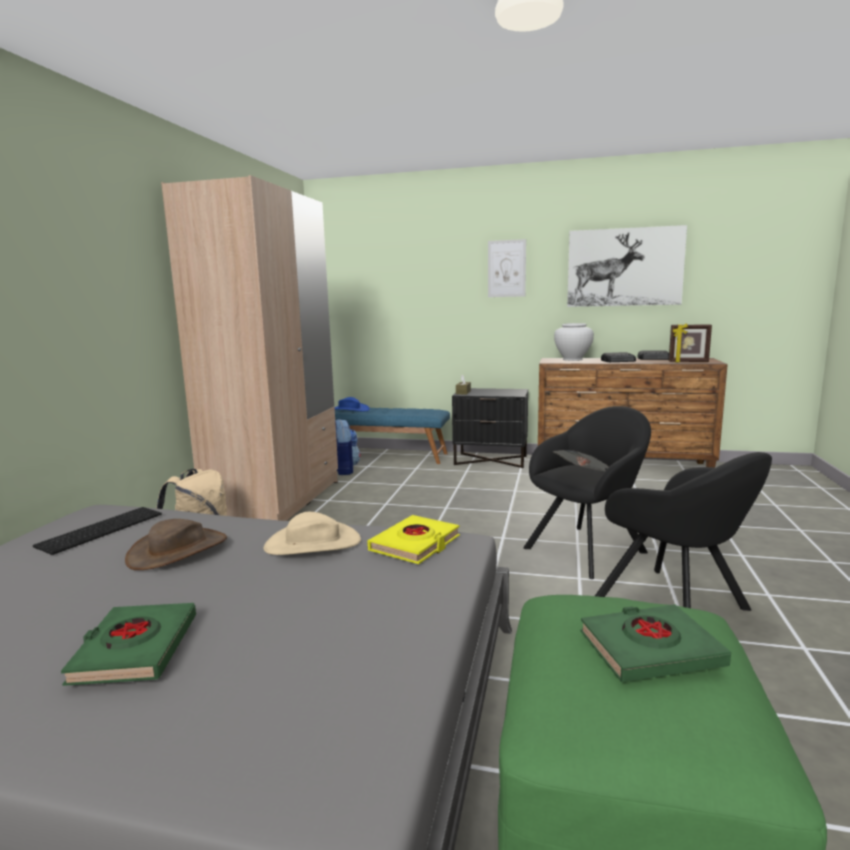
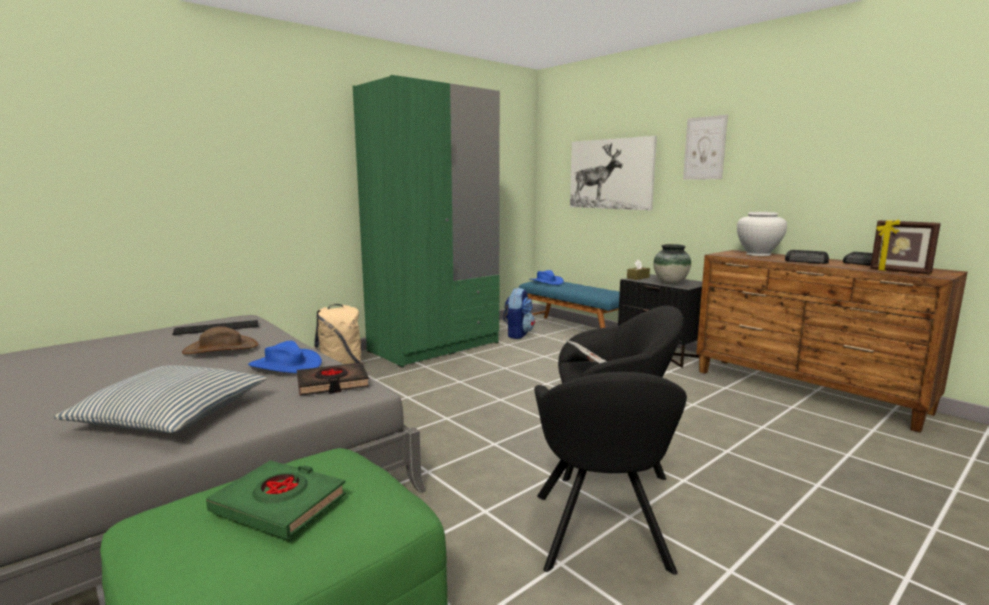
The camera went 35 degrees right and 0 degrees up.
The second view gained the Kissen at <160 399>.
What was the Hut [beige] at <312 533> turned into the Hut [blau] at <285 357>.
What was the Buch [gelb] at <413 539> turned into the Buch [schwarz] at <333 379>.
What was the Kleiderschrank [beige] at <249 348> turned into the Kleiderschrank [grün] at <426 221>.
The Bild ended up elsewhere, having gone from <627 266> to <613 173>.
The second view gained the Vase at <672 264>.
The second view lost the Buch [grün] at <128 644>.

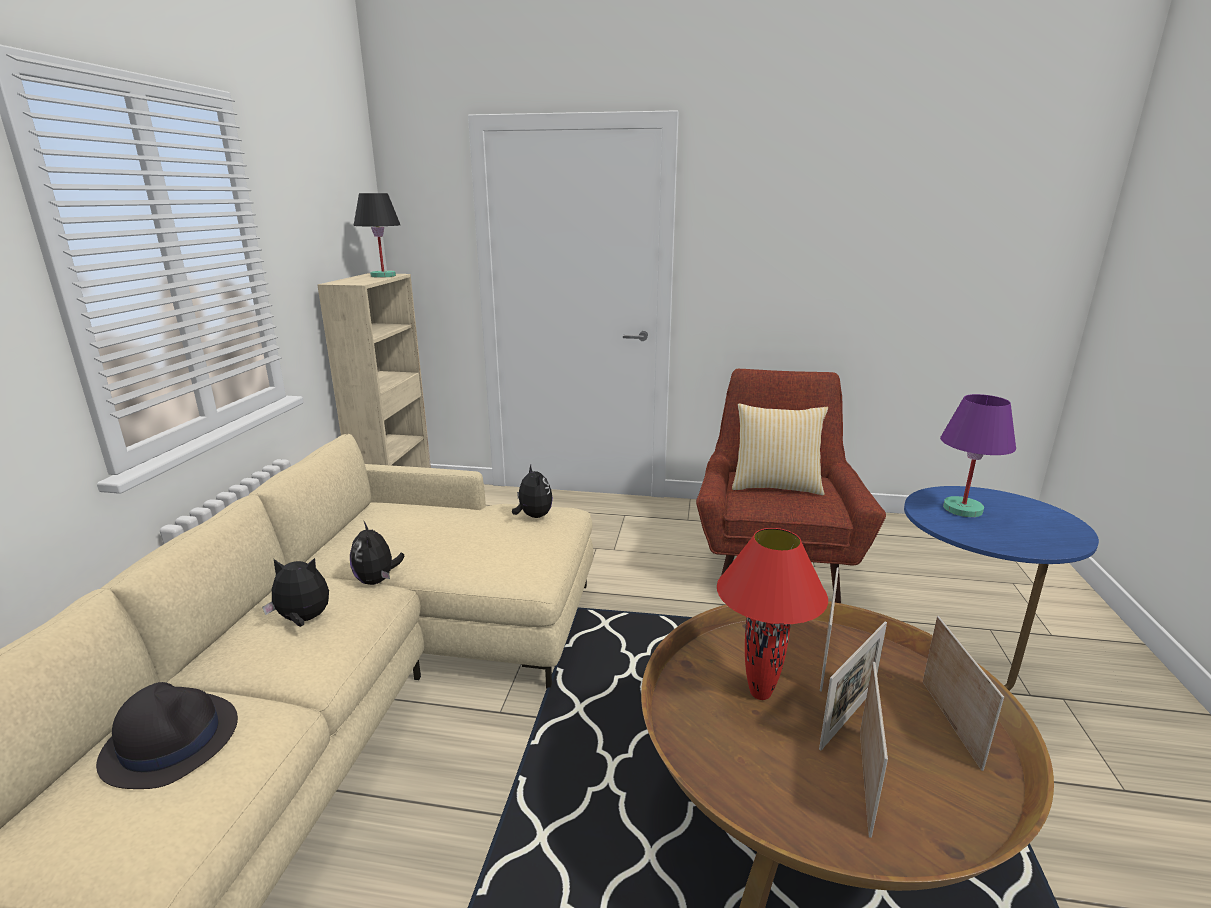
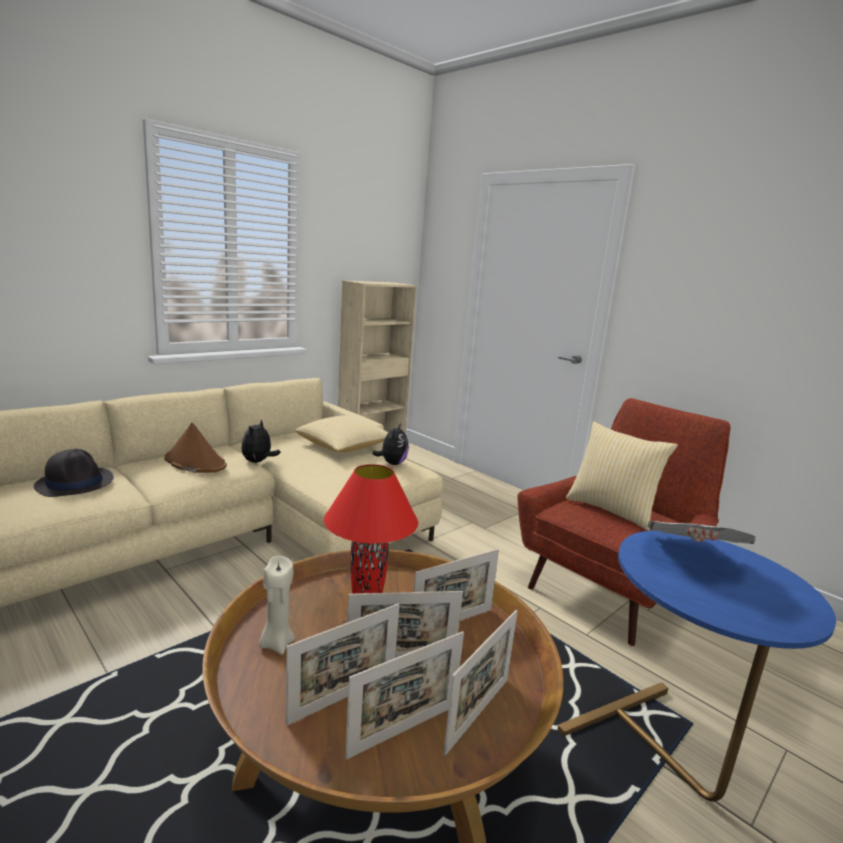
The camera went 35 degrees right and 5 degrees down.
Where the Plüschtier stood at <295 592>, the Hut [braun] came to stand at <195 448>.
The second view gained the Kerze [beige] at <277 605>.
The second view gained the Kissen at <342 433>.
The second view gained the Bilderrahmen at <404 695>.
Where the Tischlampe [lila] stood at <978 455>, the Zeitung came to stand at <701 532>.
The second view lost the Tischlampe [schwarz] at <376 235>.

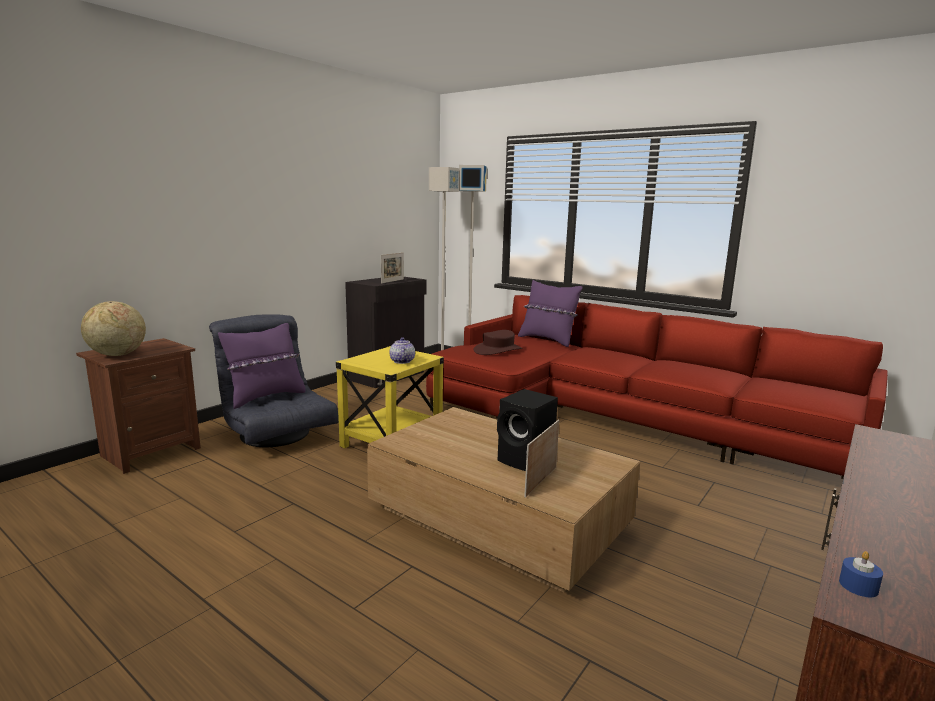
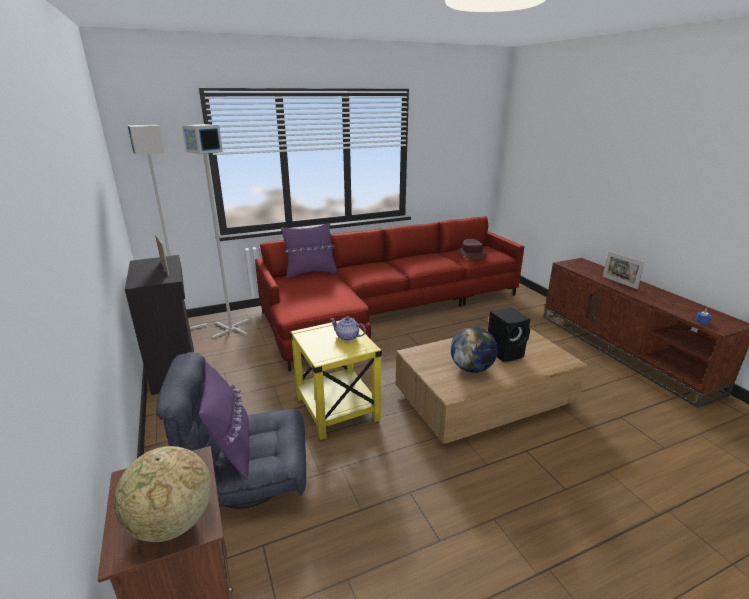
The camera went 60 degrees left and 10 degrees up.
The second view gained the Globus at <474 350>.
The Hut [braun] ended up elsewhere, having gone from <498 342> to <472 249>.
The Bilderrahmen ended up elsewhere, having gone from <541 459> to <623 270>.

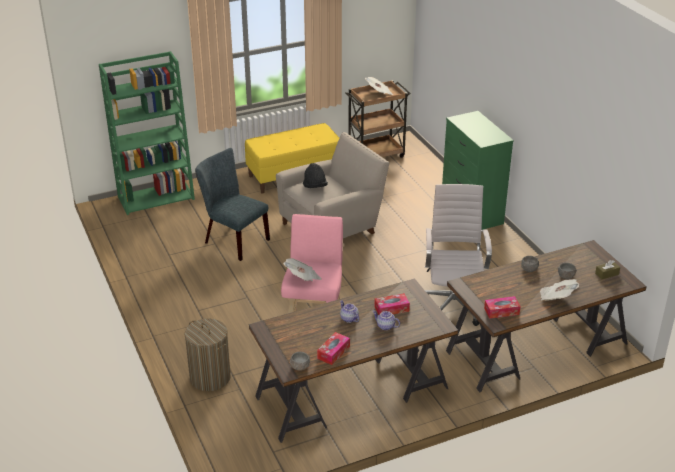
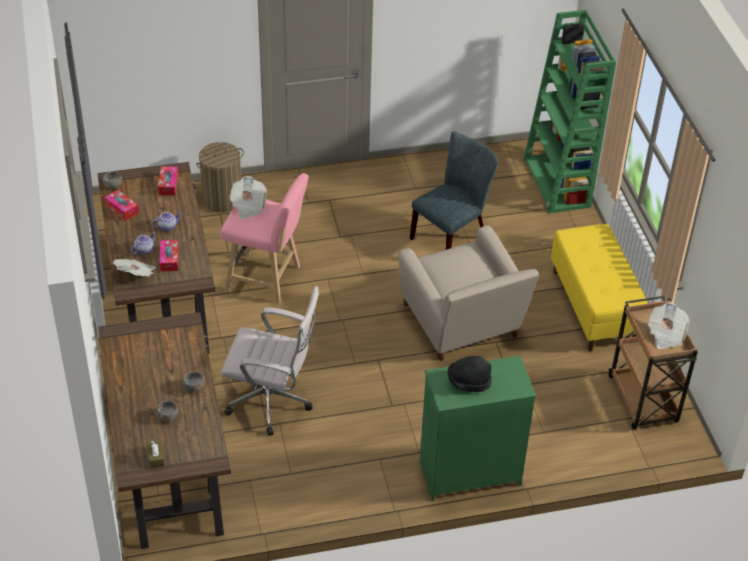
The camera went 100 degrees right and 10 degrees up.
The Zeitung ended up elsewhere, having gone from <559 290> to <134 267>.
The Taschentuchbox ended up elsewhere, having gone from <502 307> to <168 181>.
The Hut [schwarz] ended up elsewhere, having gone from <315 175> to <469 374>.

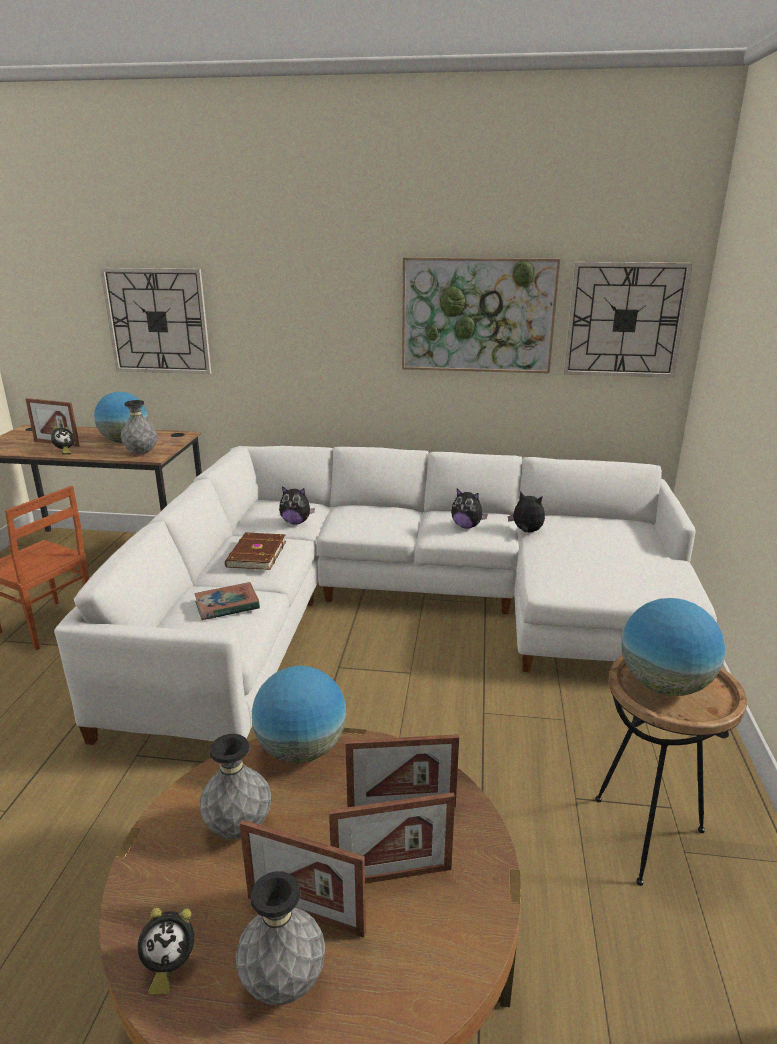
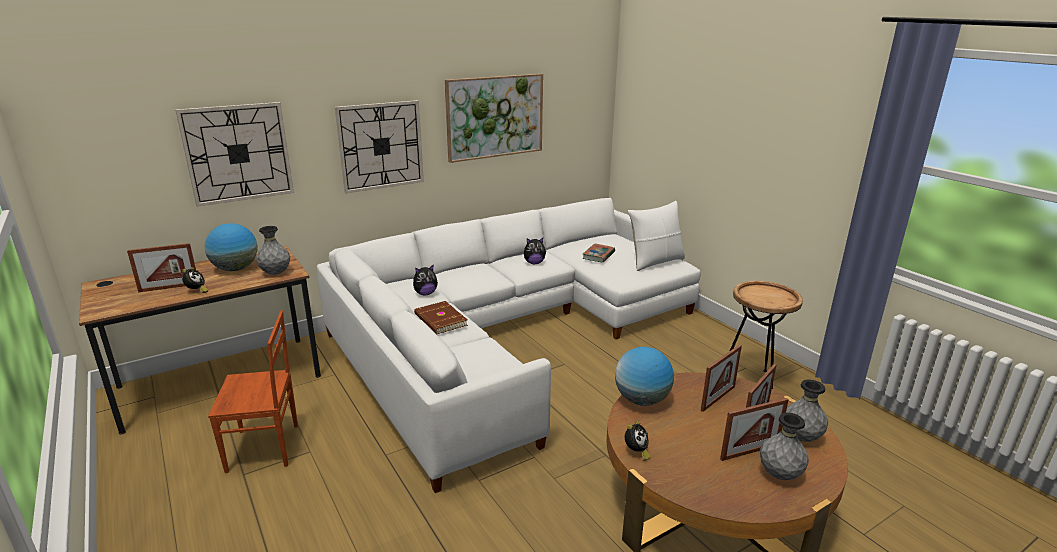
The camera went 40 degrees left and 0 degrees up.
The Wanduhr ended up elsewhere, having gone from <628 320> to <379 146>.
The Buch ended up elsewhere, having gone from <227 601> to <599 253>.
The Wecker ended up elsewhere, having gone from <166 951> to <638 441>.
The second view gained the Kissen [weiß] at <656 236>.
The Vase [grau] ended up elsewhere, having gone from <235 786> to <807 410>.
The second view lost the Plüschtier at <526 511>.
The second view lost the Globus at <673 647>.

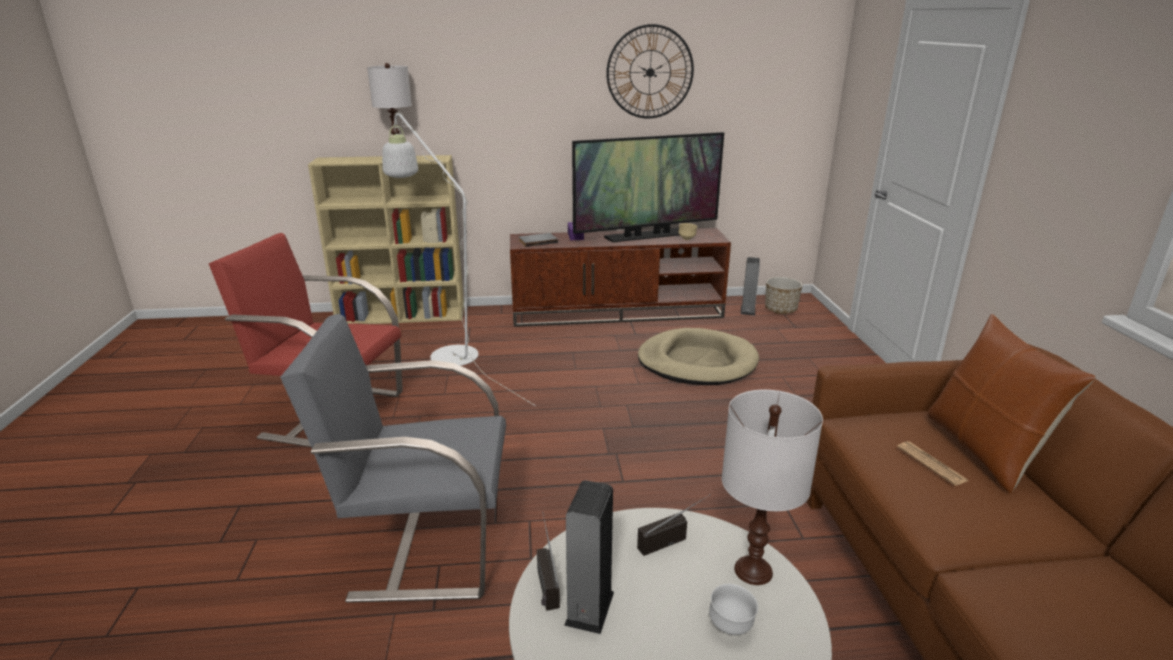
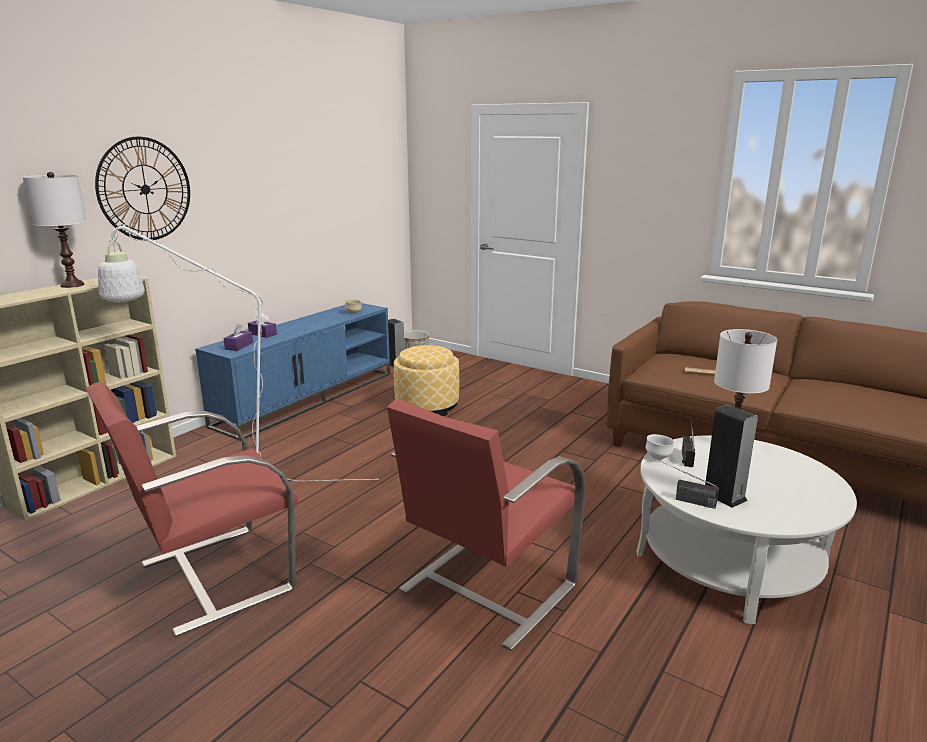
The camera went 50 degrees left and 5 degrees down.
The Wanduhr ended up elsewhere, having gone from <650 71> to <142 188>.
What was the Fernsehschrank [braun] at <620 277> turned into the Fernsehschrank [blau] at <292 372>.
Where the Buch [grau] stood at <538 240>, the Taschentuchbox [lila] came to stand at <238 337>.
What was the Sessel [grau] at <393 458> turned into the Sessel [rot] at <486 525>.
Where the Hundebett [beige] stood at <698 356>, the Polsterhocker came to stand at <426 380>.
The Schüssel [weiß] ended up elsewhere, having gone from <733 609> to <660 447>.
The second view lost the Fernseher at <648 187>.
The second view lost the Kissen [braun] at <1011 403>.

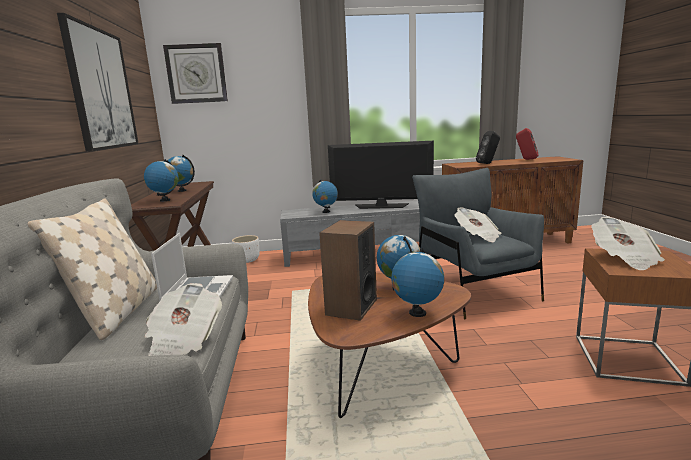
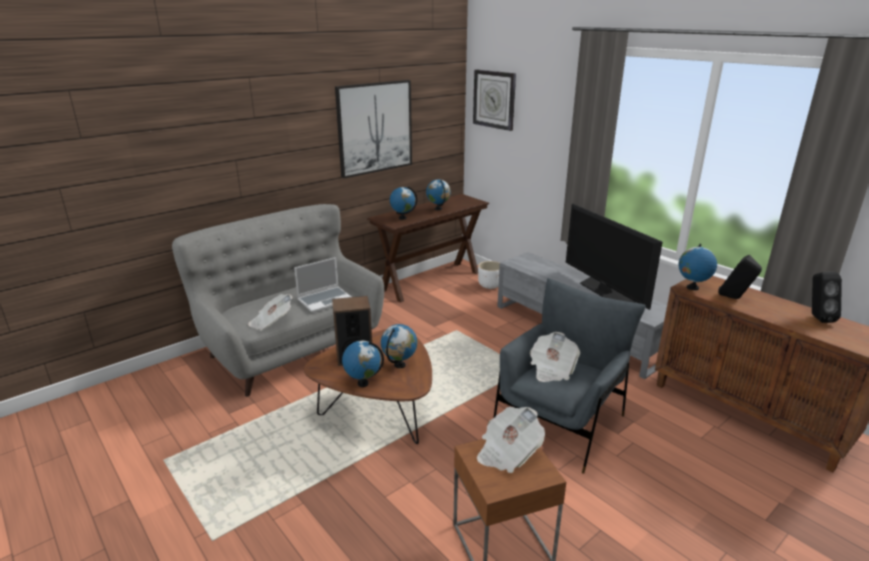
The camera went 55 degrees right and 10 degrees up.
The Globus ended up elsewhere, having gone from <325 196> to <698 267>.
What was the Lautsprecher [rot] at <527 144> turned into the Lautsprecher [schwarz] at <827 297>.
The second view lost the Kissen [beige] at <92 269>.

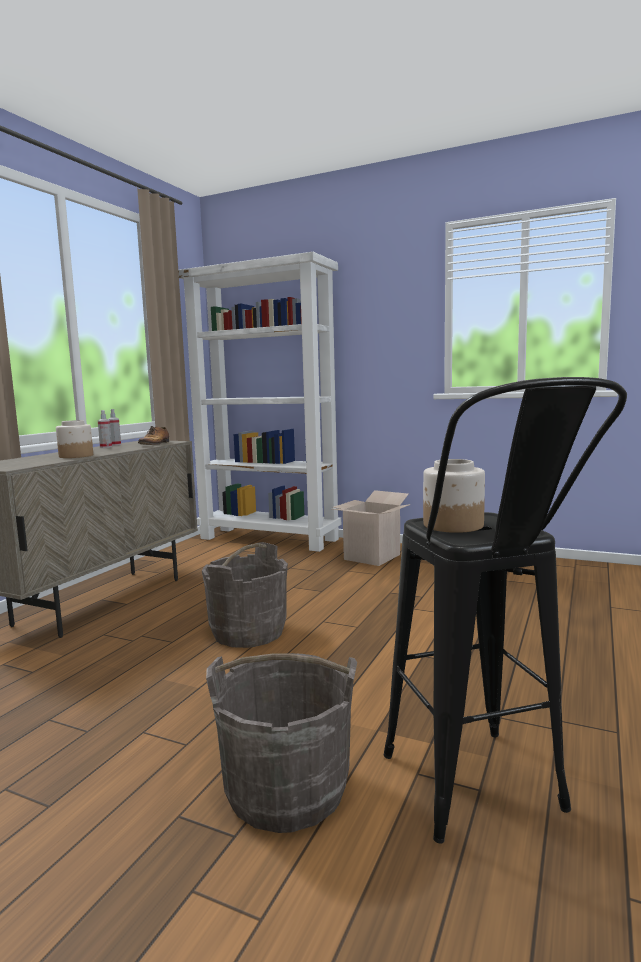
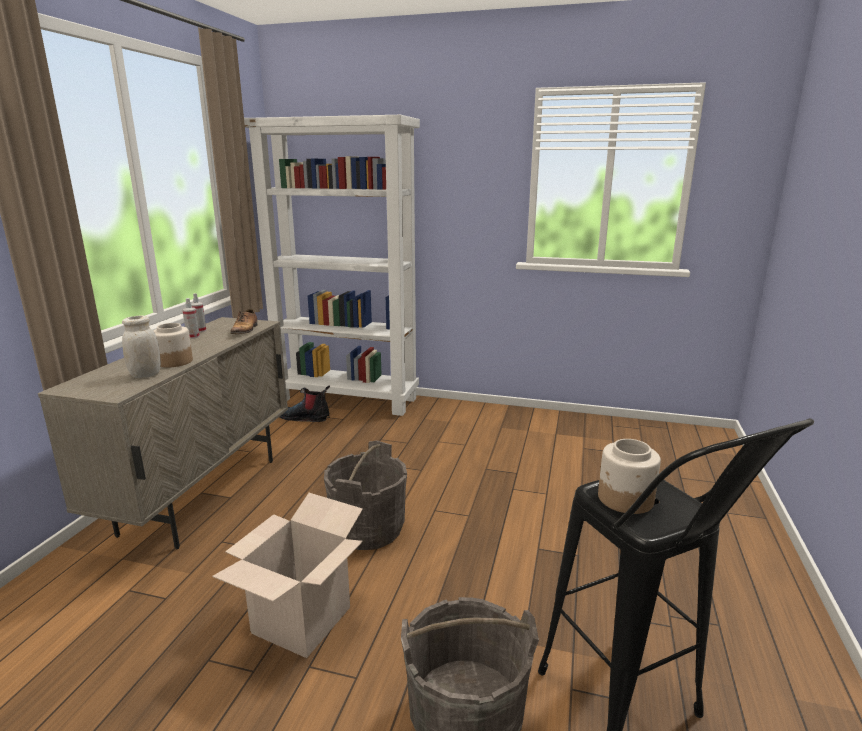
The camera went 10 degrees left and 10 degrees up.
The second view gained the Vorratsglas [weiß] at <141 346>.
The Karton ended up elsewhere, having gone from <371 528> to <287 575>.
The second view gained the Stiefel at <304 404>.

